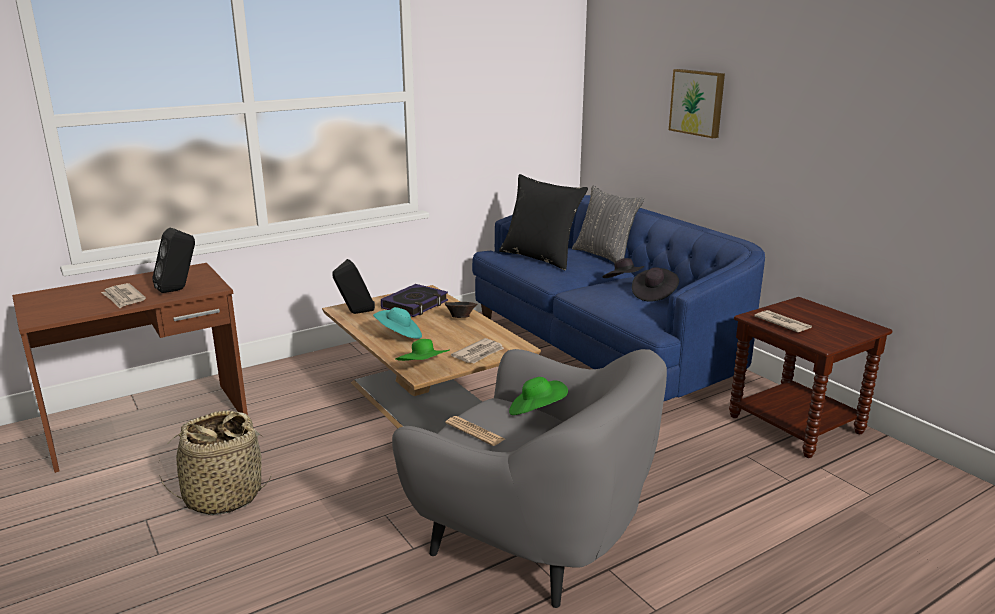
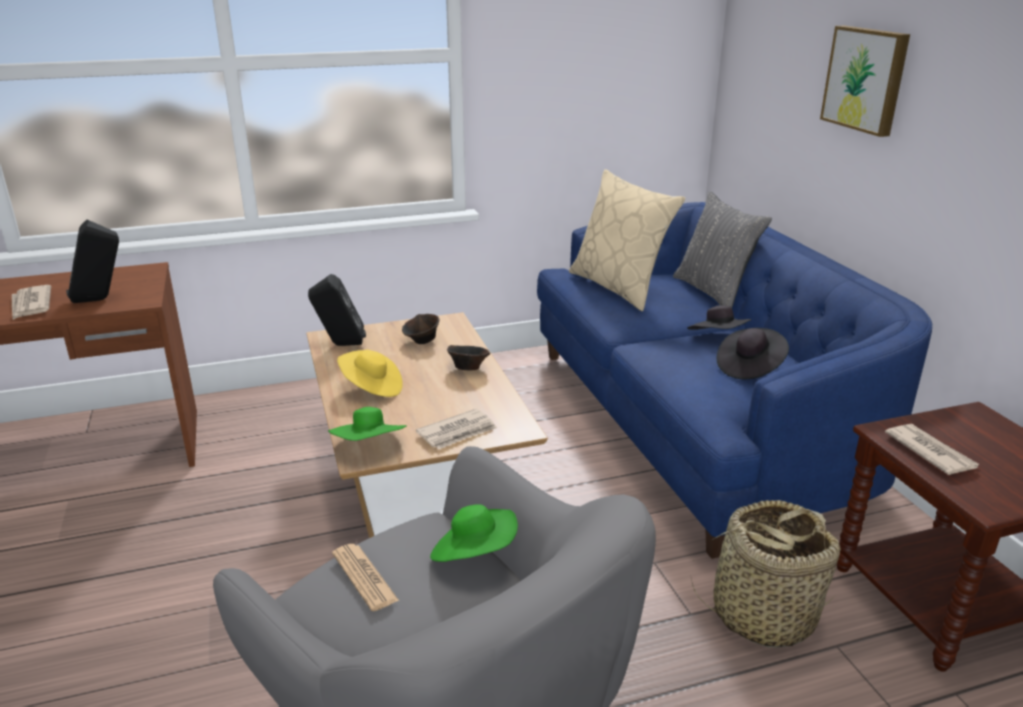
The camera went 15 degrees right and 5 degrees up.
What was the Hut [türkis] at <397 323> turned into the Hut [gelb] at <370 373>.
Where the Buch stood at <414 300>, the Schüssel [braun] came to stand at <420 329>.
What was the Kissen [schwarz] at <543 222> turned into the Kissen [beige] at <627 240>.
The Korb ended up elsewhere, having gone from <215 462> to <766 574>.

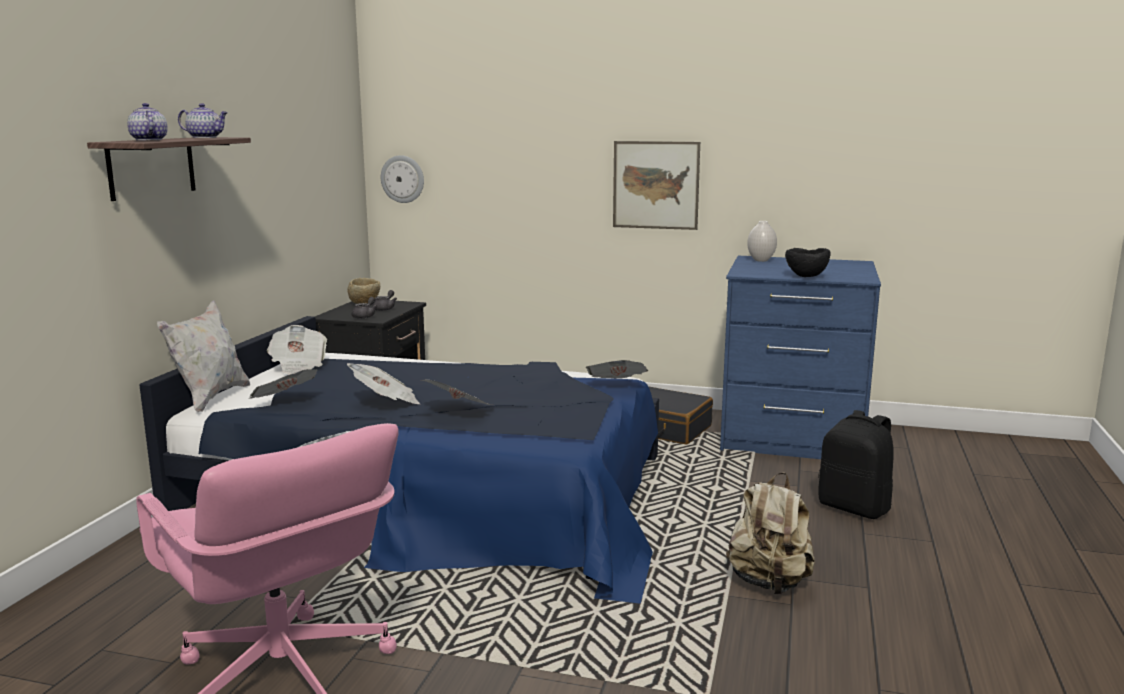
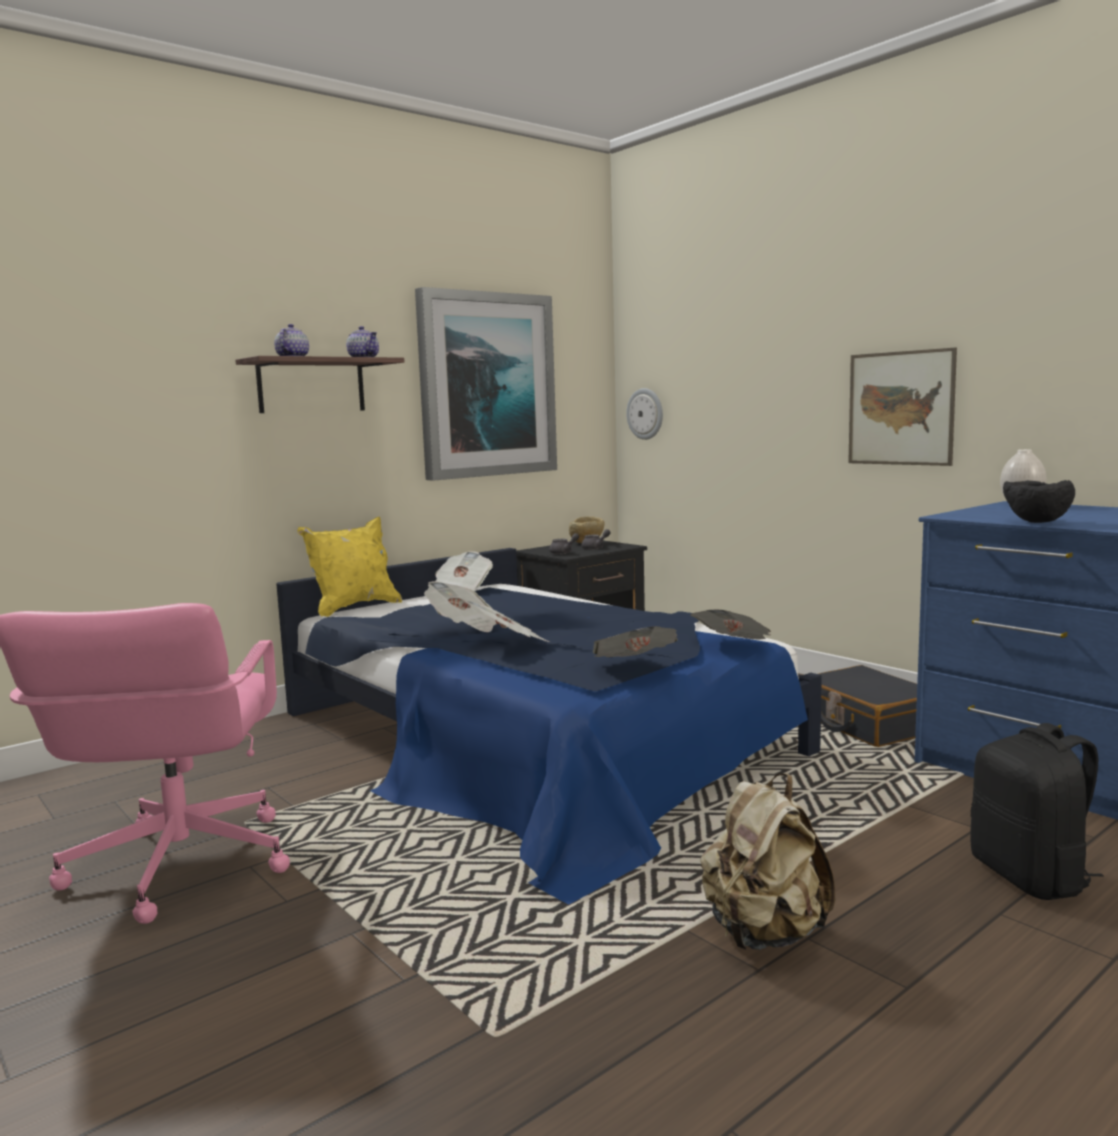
The camera went 35 degrees right and 5 degrees down.
What was the Kissen [weiß] at <203 356> turned into the Kissen [gelb] at <349 567>.
The second view gained the Bild at <486 384>.
The Zeitung ended up elsewhere, having gone from <283 384> to <635 641>.

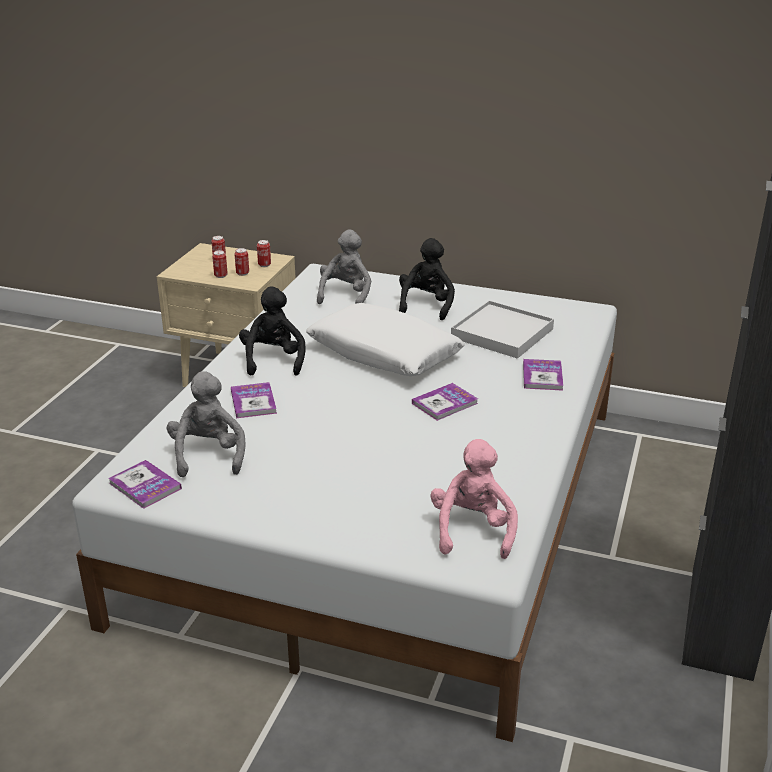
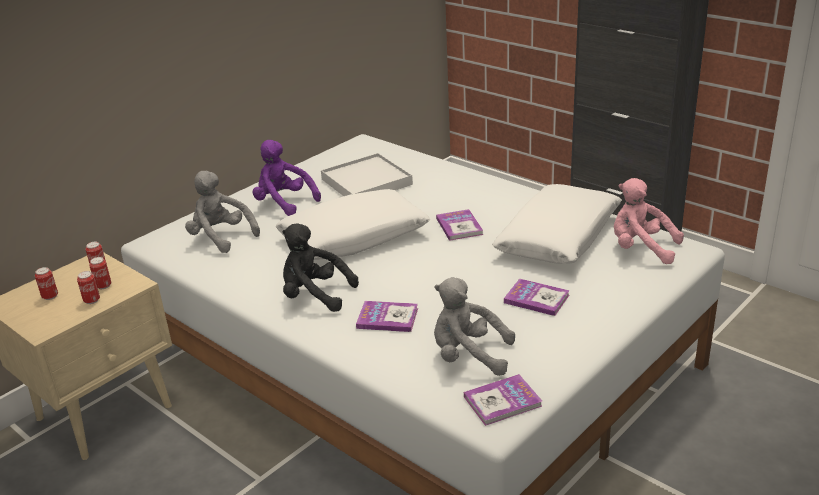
The camera went 65 degrees left and 0 degrees up.
What was the Plüschtier [schwarz] at <427 279> turned into the Plüschtier [lila] at <286 178>.
The second view gained the Kissen [weiß] at <557 224>.
The Buch ended up elsewhere, having gone from <543 375> to <537 297>.

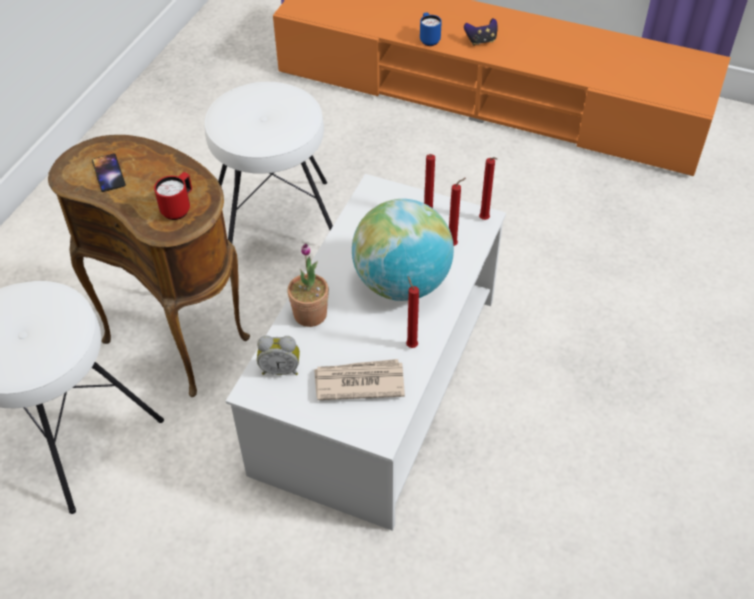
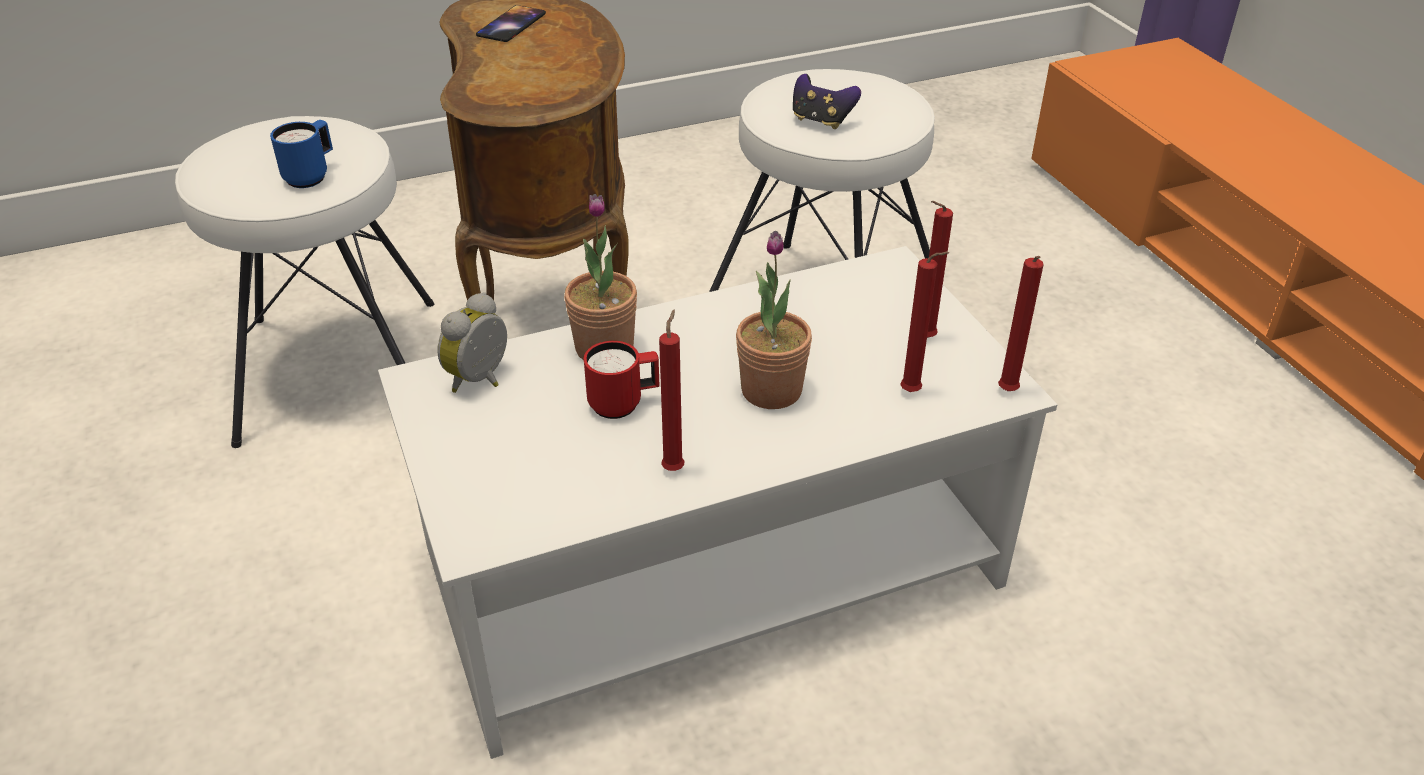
The camera went 45 degrees right and 10 degrees down.
The Henkelbecher [blau] ended up elsewhere, having gone from <431 29> to <301 154>.
The Wecker at <278 355> ended up facing another way, 75 degrees clockwise from before.
The Henkelbecher [rot] ended up elsewhere, having gone from <173 196> to <621 380>.
Where the Globus stood at <403 250>, the Topfpflanze came to stand at <774 320>.
The Gamepad ended up elsewhere, having gone from <481 32> to <827 101>.
The second view lost the Zeitung at <359 379>.

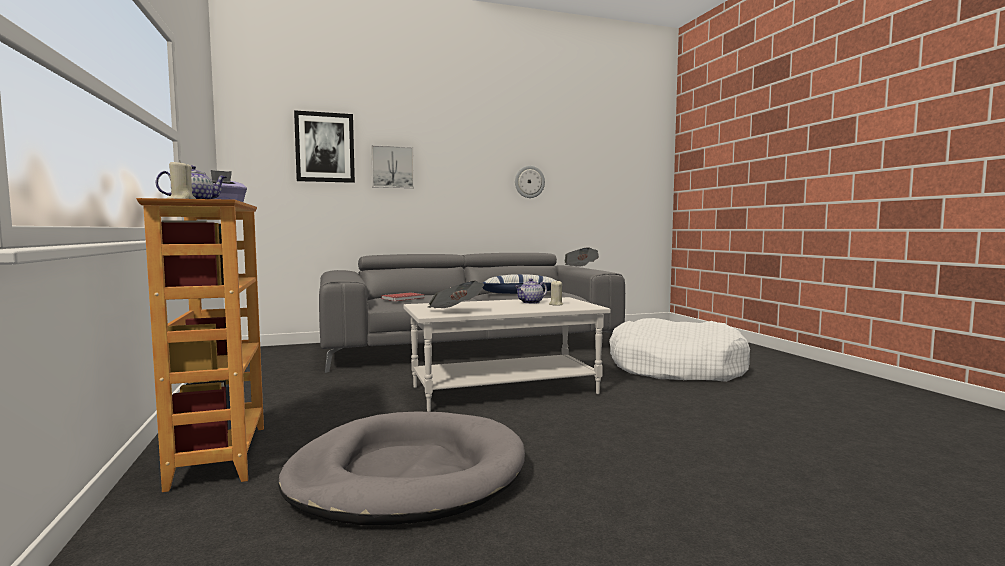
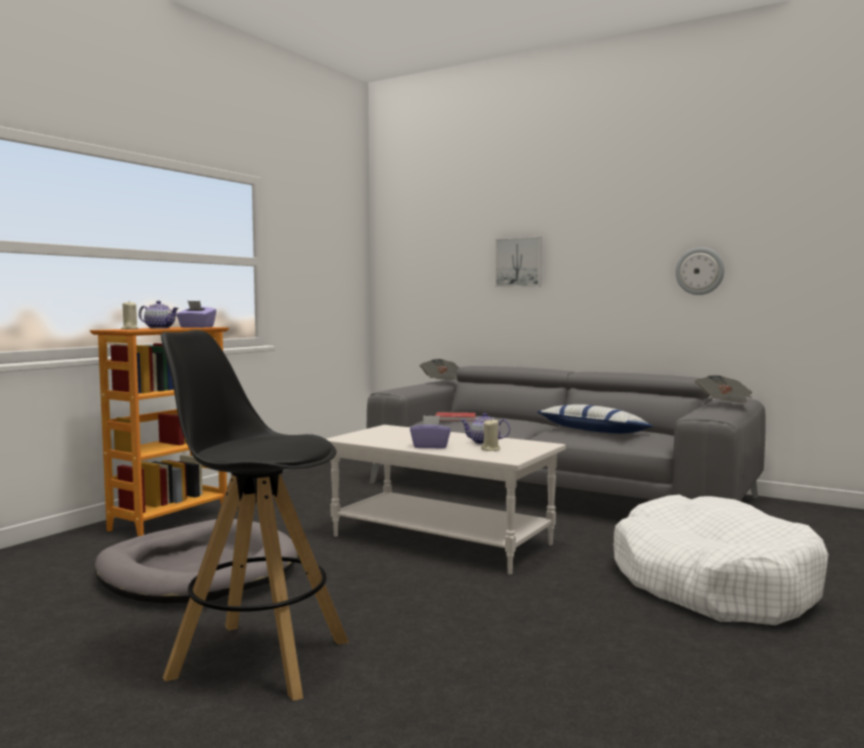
The camera went 50 degrees right and 0 degrees up.
The second view gained the Hocker [schwarz] at <255 515>.
The second view gained the Taschentuchbox [lila] at <430 432>.
The Zeitung ended up elsewhere, having gone from <456 294> to <440 369>.
The second view lost the Bild at <324 146>.

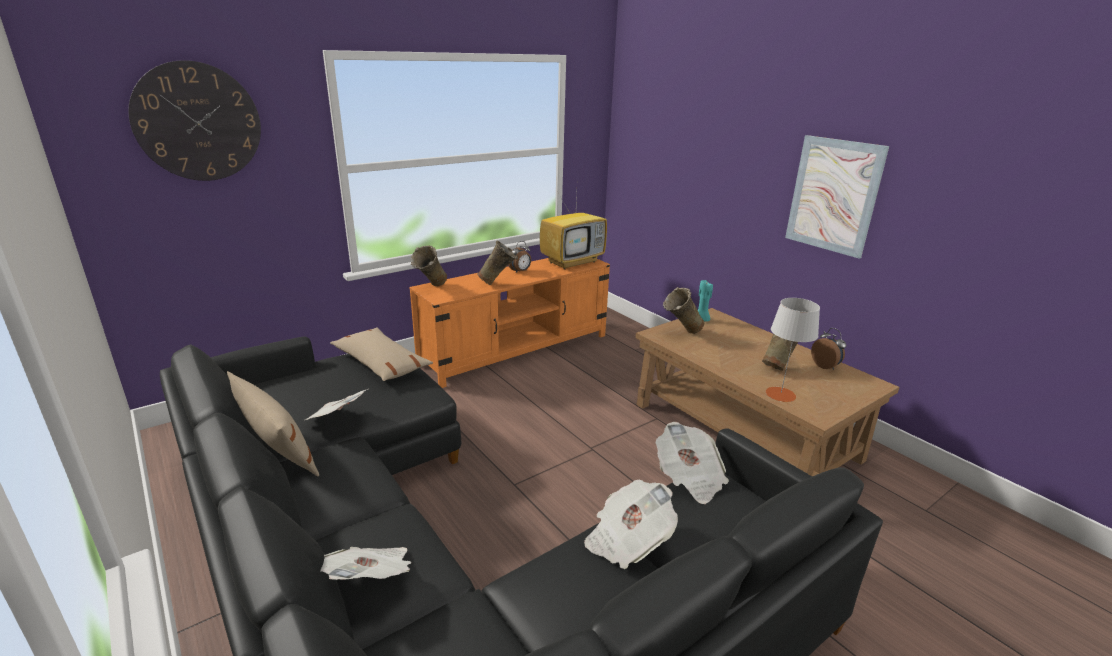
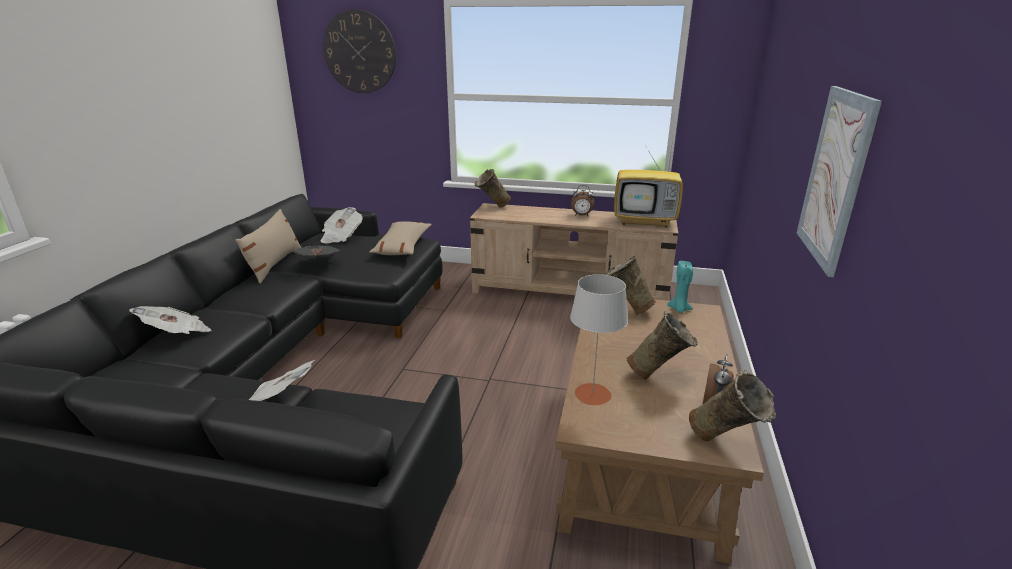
The camera went 50 degrees right and 0 degrees up.
The Zeitung ended up elsewhere, having gone from <692 463> to <342 225>.
What was the Fernsehschrank [orange] at <509 323> turned into the Fernsehschrank [beige] at <574 252>.
The Vase [beige] ended up elsewhere, having gone from <497 263> to <733 405>.

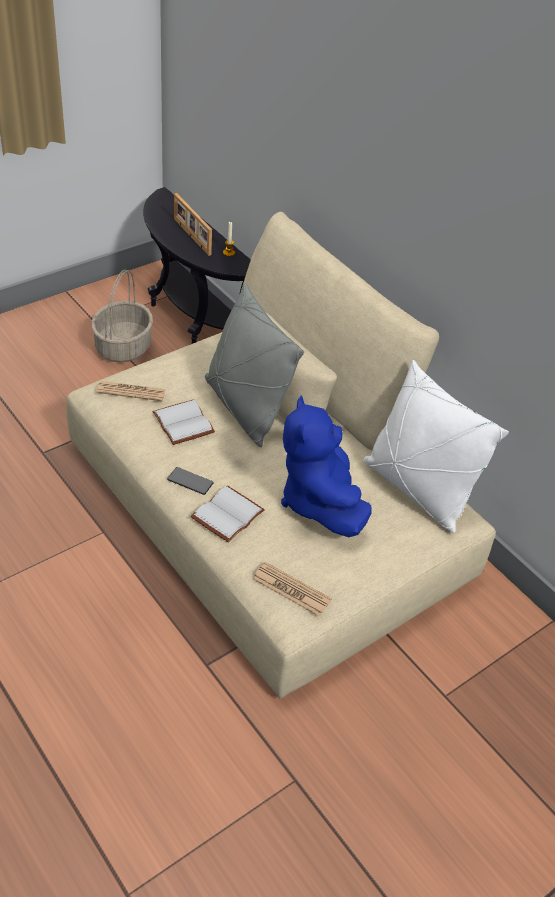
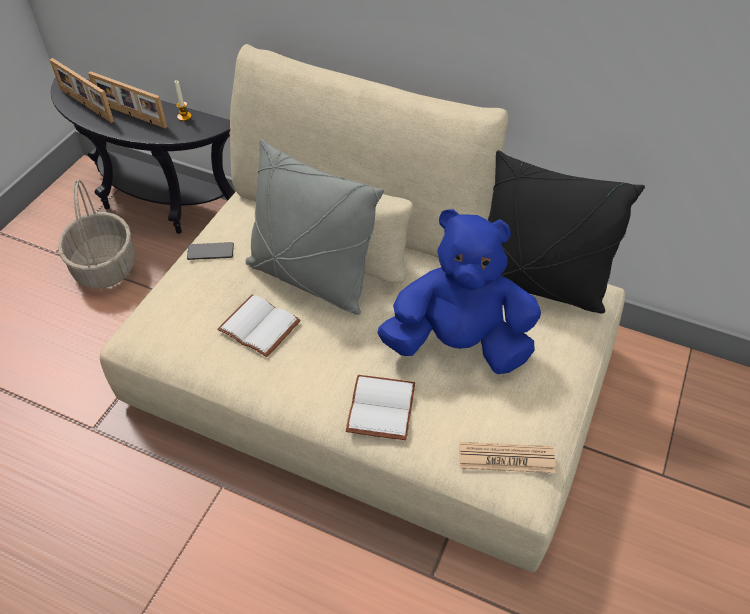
The camera went 25 degrees left and 5 degrees up.
The second view gained the Bilderrahmen at <81 90>.
The Handy ended up elsewhere, having gone from <190 481> to <210 251>.
The Plüschtier [blau] at <326 466> ended up facing another way, 135 degrees clockwise from before.
What was the Kissen [weiß] at <436 446> turned into the Kissen [schwarz] at <566 232>.
The second view lost the Zeitung at <131 391>.

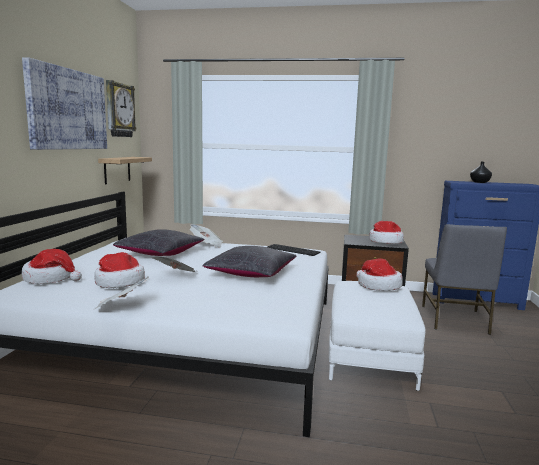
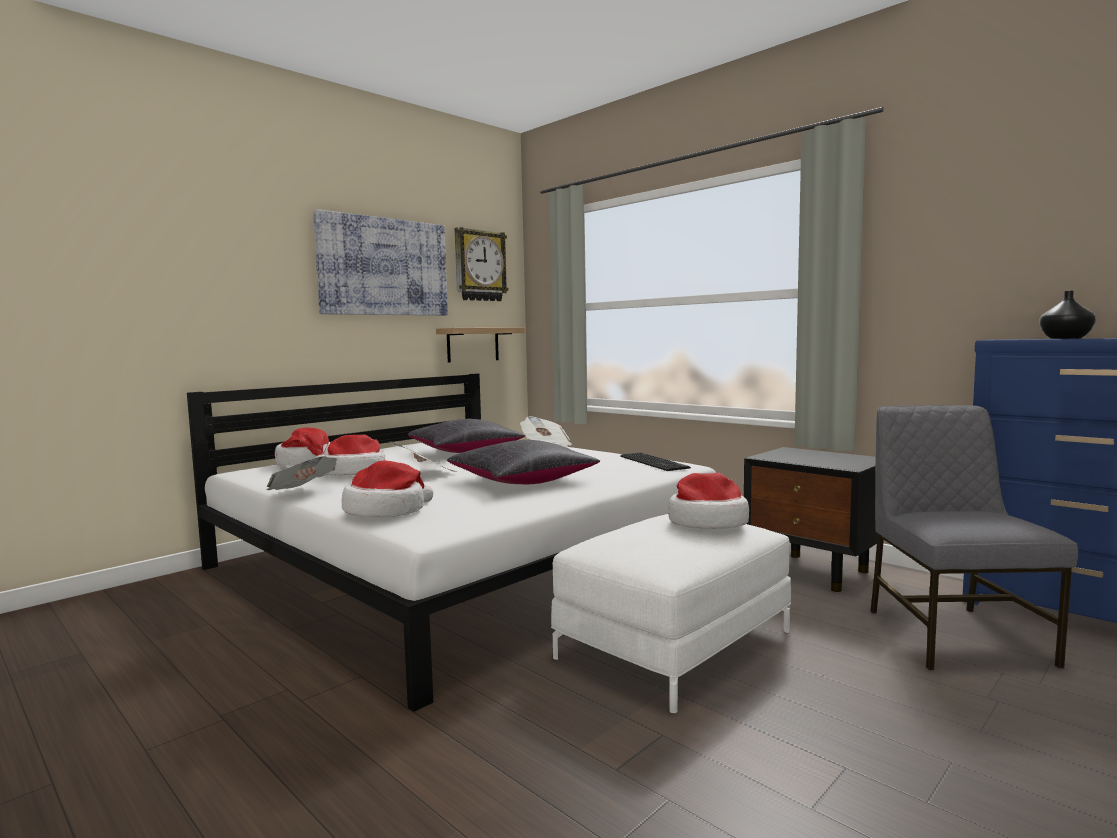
The camera went 35 degrees right and 5 degrees down.
The Hut ended up elsewhere, having gone from <386 232> to <387 488>.
The Stuhl [grau] at <464 279> ended up facing another way, 135 degrees clockwise from before.

